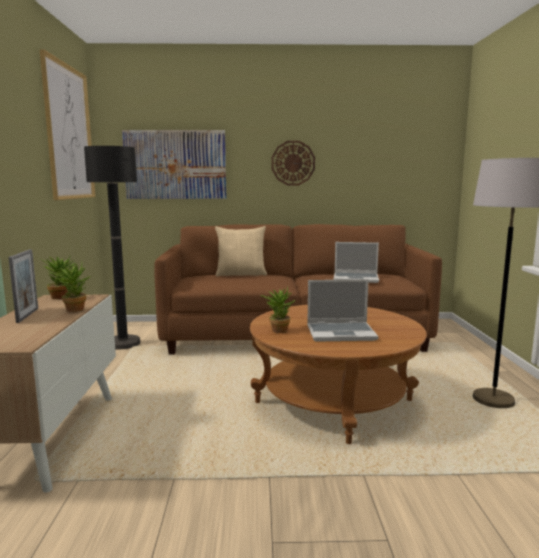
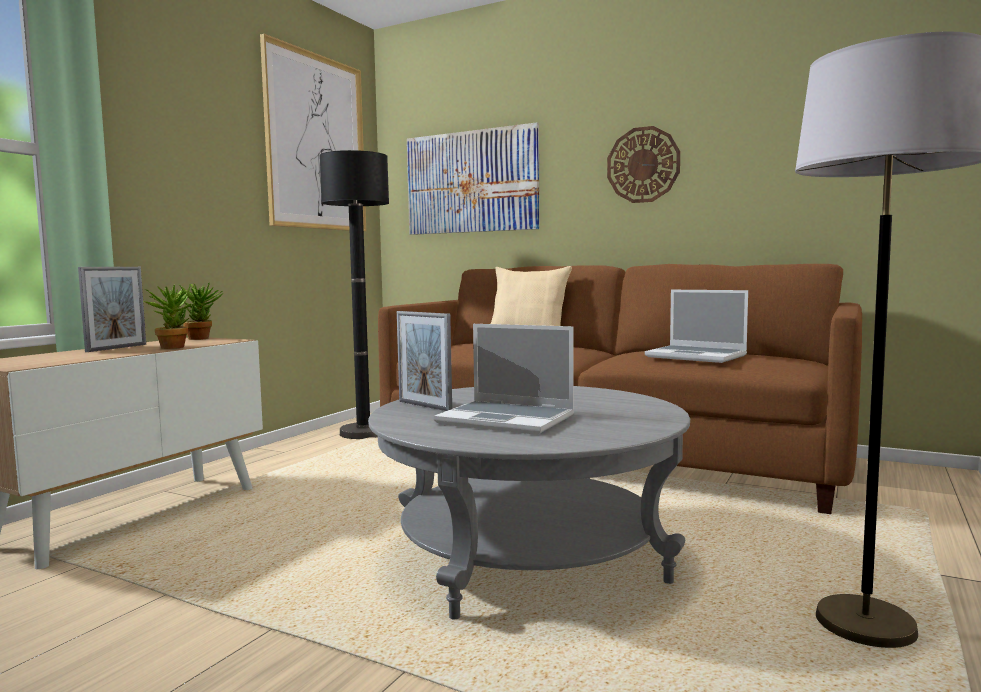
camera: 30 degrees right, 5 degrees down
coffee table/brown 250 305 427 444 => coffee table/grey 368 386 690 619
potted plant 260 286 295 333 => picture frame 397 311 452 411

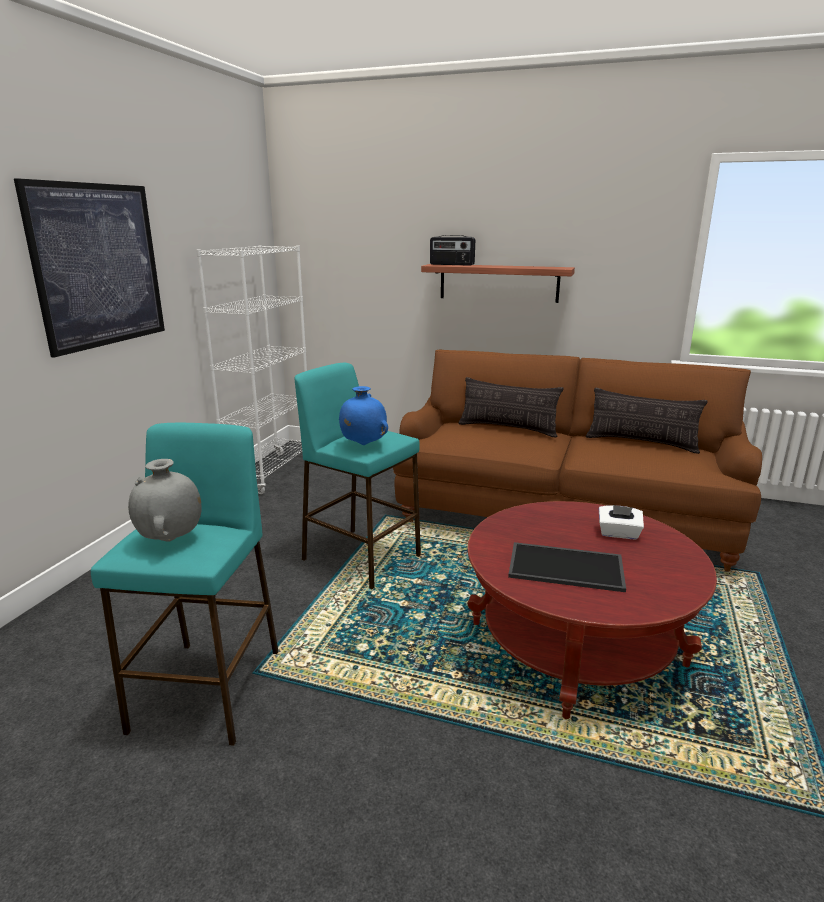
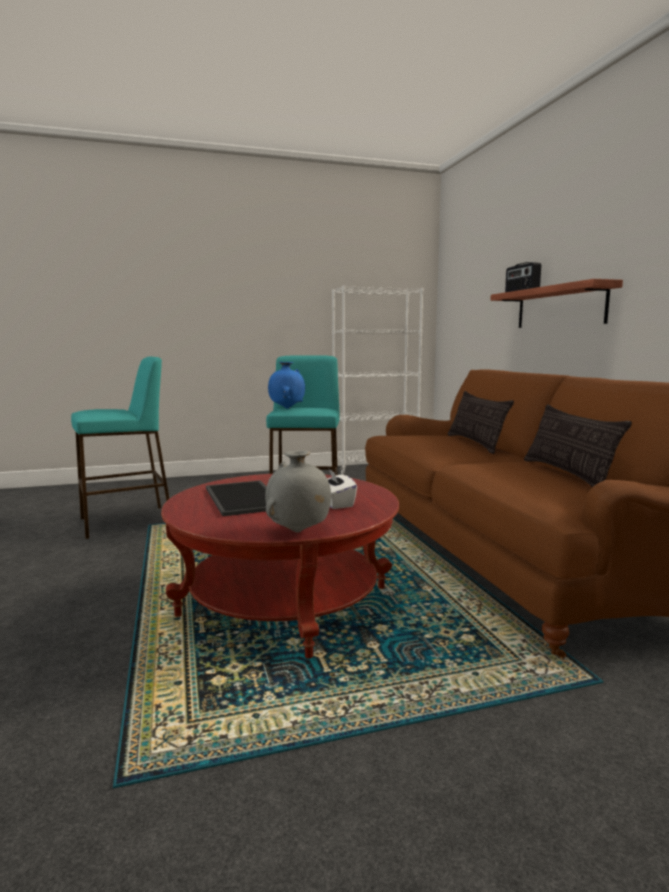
camera: 55 degrees right, 10 degrees down
vase/grey 128 459 202 542 => vase/grey 265 450 331 533, move
picture 14 178 165 357 => nothing

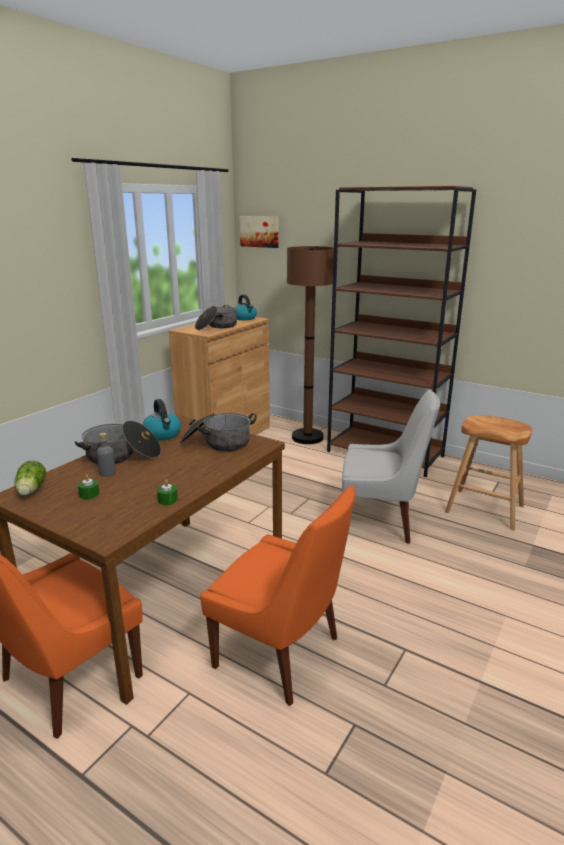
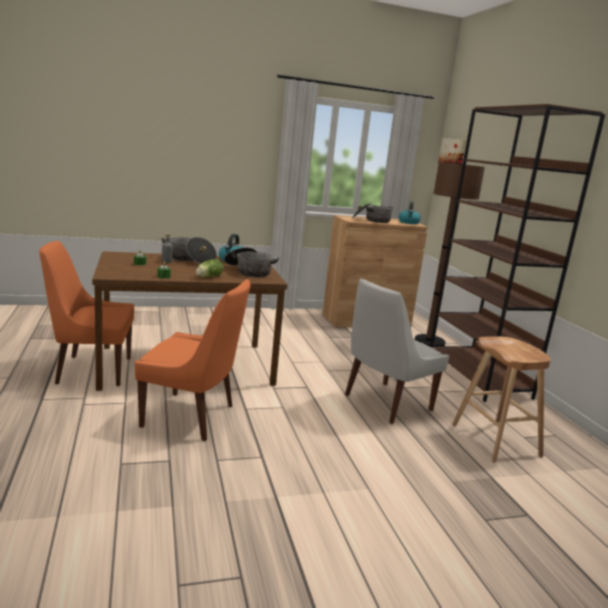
camera: 40 degrees right, 5 degrees down
chair/orange 200 485 355 706 => chair/orange 135 279 250 441, 60 degrees counterclockwise
lettuce 14 461 46 496 => lettuce 196 259 224 277, move
chair/white 342 390 440 544 => chair/white 345 278 449 424, 90 degrees clockwise

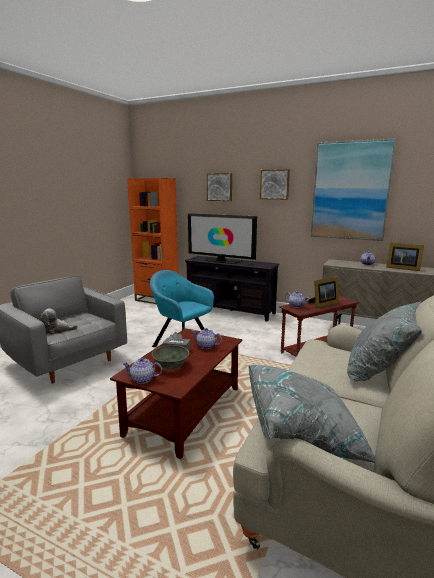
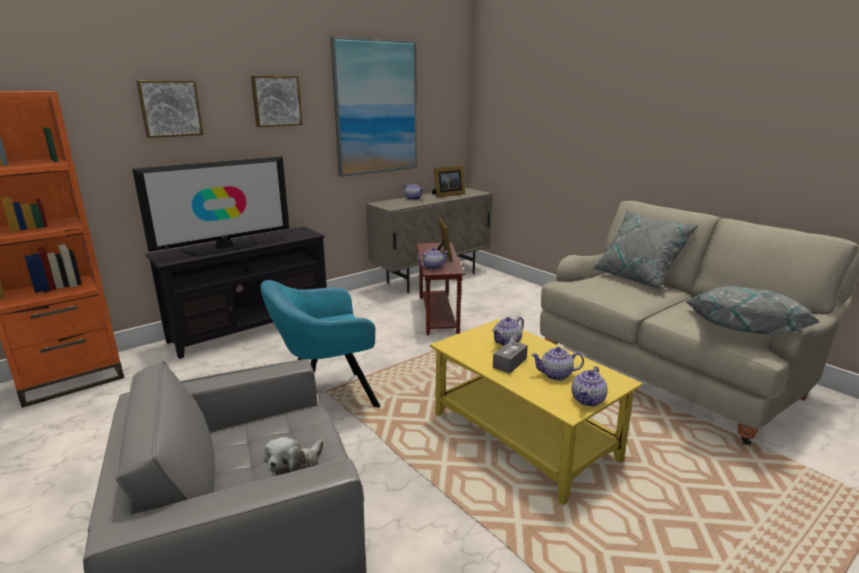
camera: 65 degrees left, 5 degrees up
coffee table/brown 110 328 242 459 => coffee table/yellow 430 319 643 505
bowl/grey 152 345 189 370 => teapot 531 347 584 381

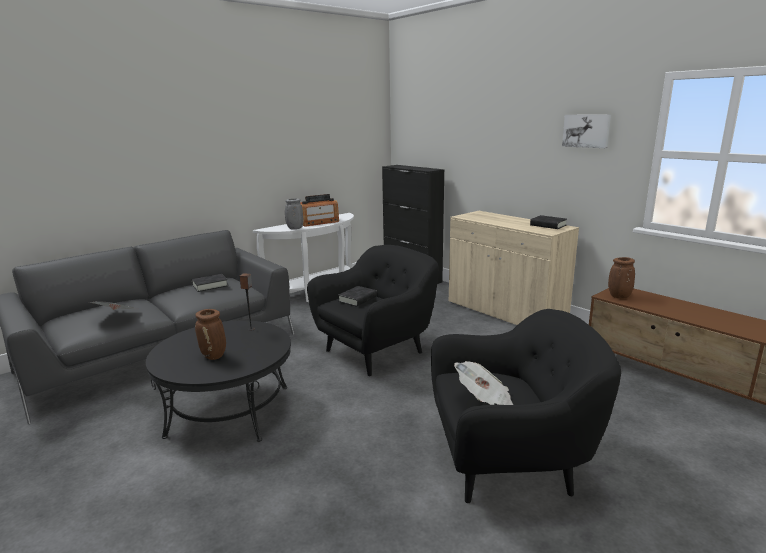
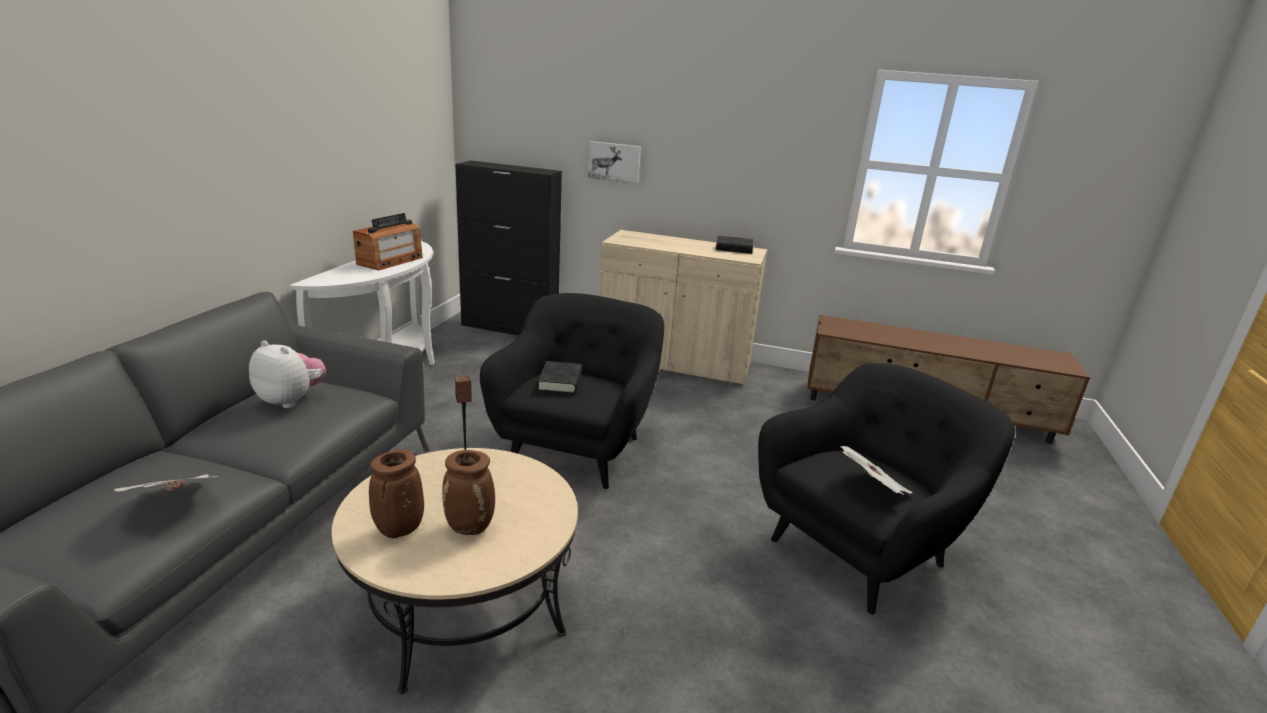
camera: 35 degrees left, 5 degrees up
book/black 192 274 228 292 => plush toy 249 340 326 408
coffee table/black 146 320 291 442 => coffee table/beige 332 448 578 694
vase/brown 608 257 635 298 => vase/brown 369 449 424 538, move
picture 562 114 611 148 => picture 588 141 641 184, move
vase/grey 285 198 304 229 => nothing

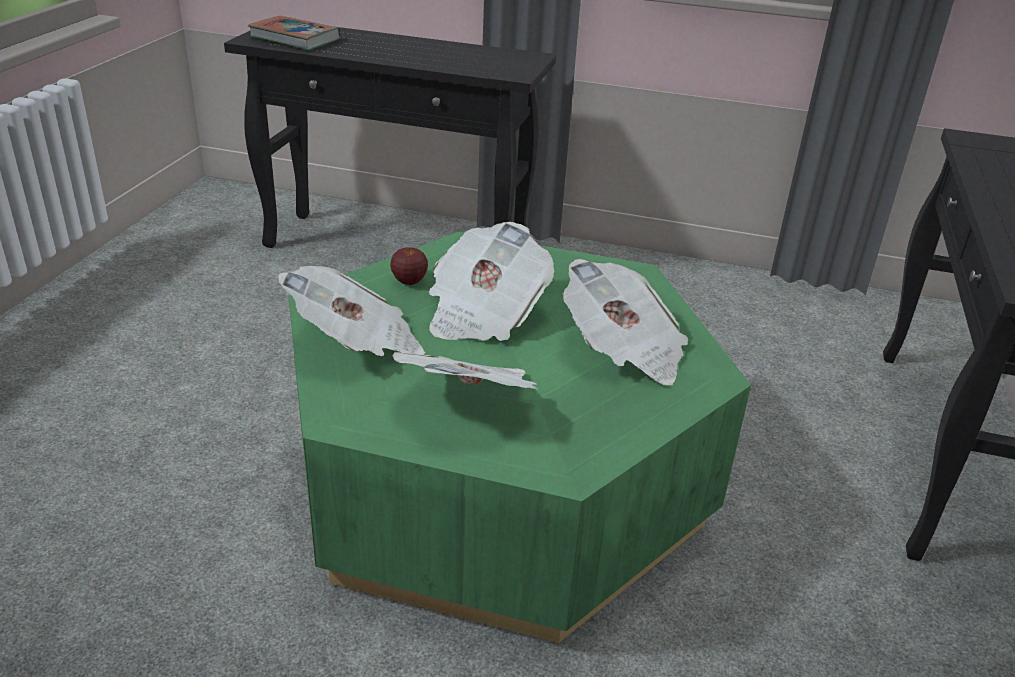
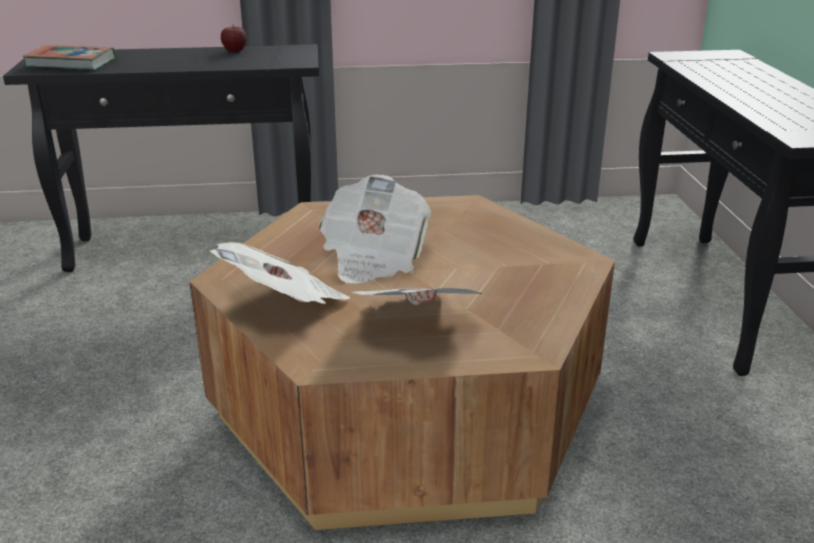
camera: 20 degrees left, 5 degrees down
coffee table/green 289 232 751 643 => coffee table/brown 189 195 615 530
apple 390 247 428 285 => apple 221 27 247 52, move
newspaper 563 259 688 386 => nothing

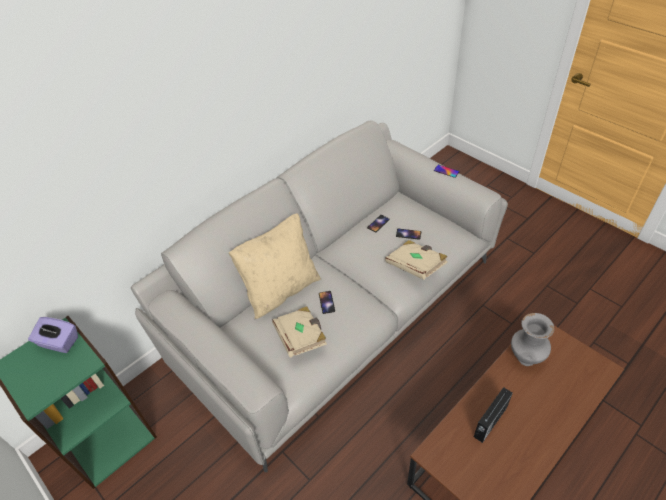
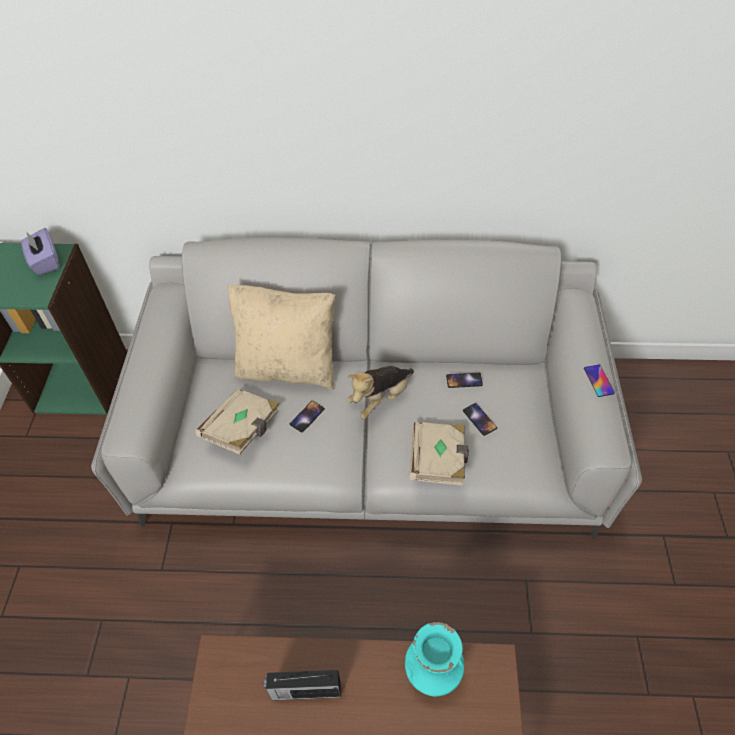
camera: 45 degrees right, 5 degrees up
nothing => plush toy 347 366 414 419
vase/grey 511 313 554 366 => vase/turquoise 405 622 464 697

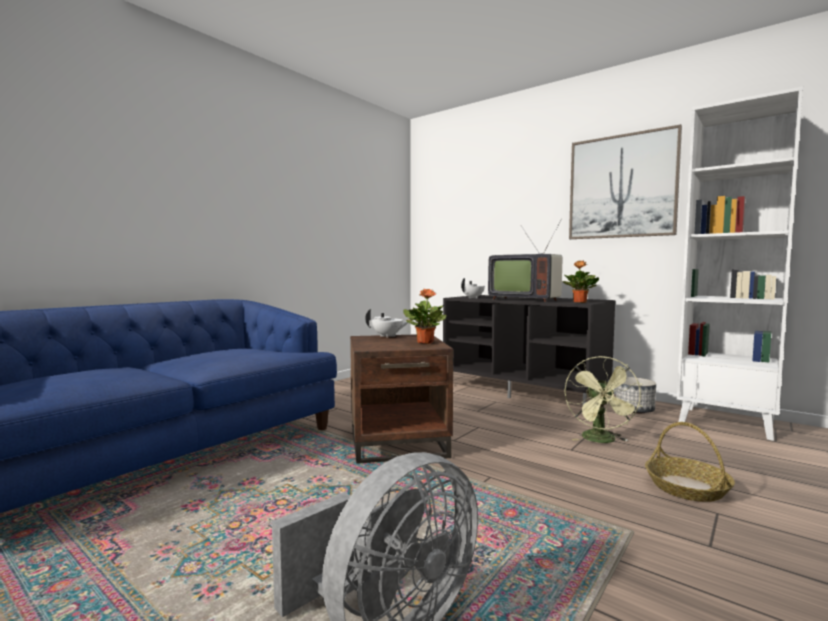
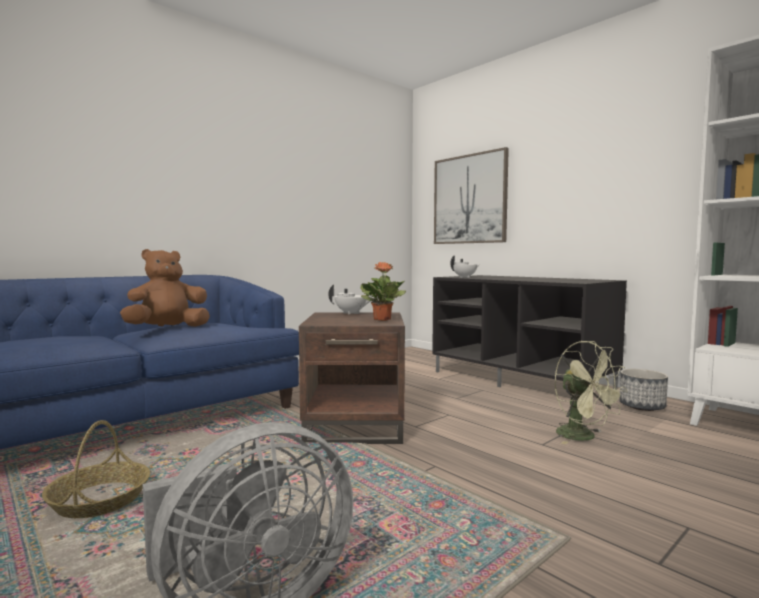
camera: 10 degrees right, 0 degrees up
basket 645 422 735 502 => basket 42 420 150 518, move
nothing => plush toy/brown 120 249 210 327
picture 569 124 682 239 => picture 434 147 509 244, move
fan/green 565 356 643 443 => fan/green 555 341 628 445, 45 degrees counterclockwise
television 488 220 562 302 => nothing
potted plant 563 261 599 303 => nothing

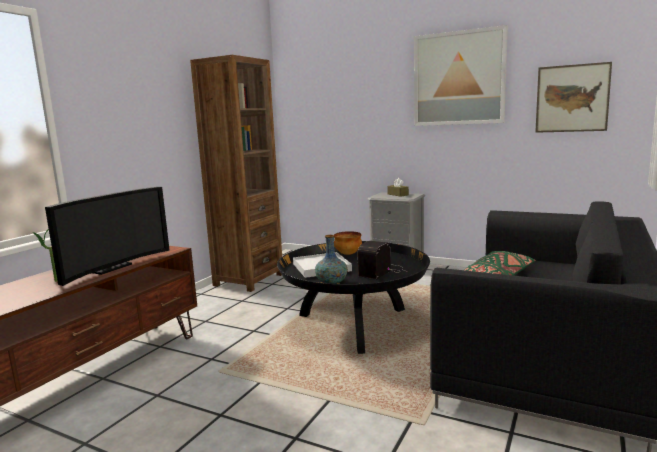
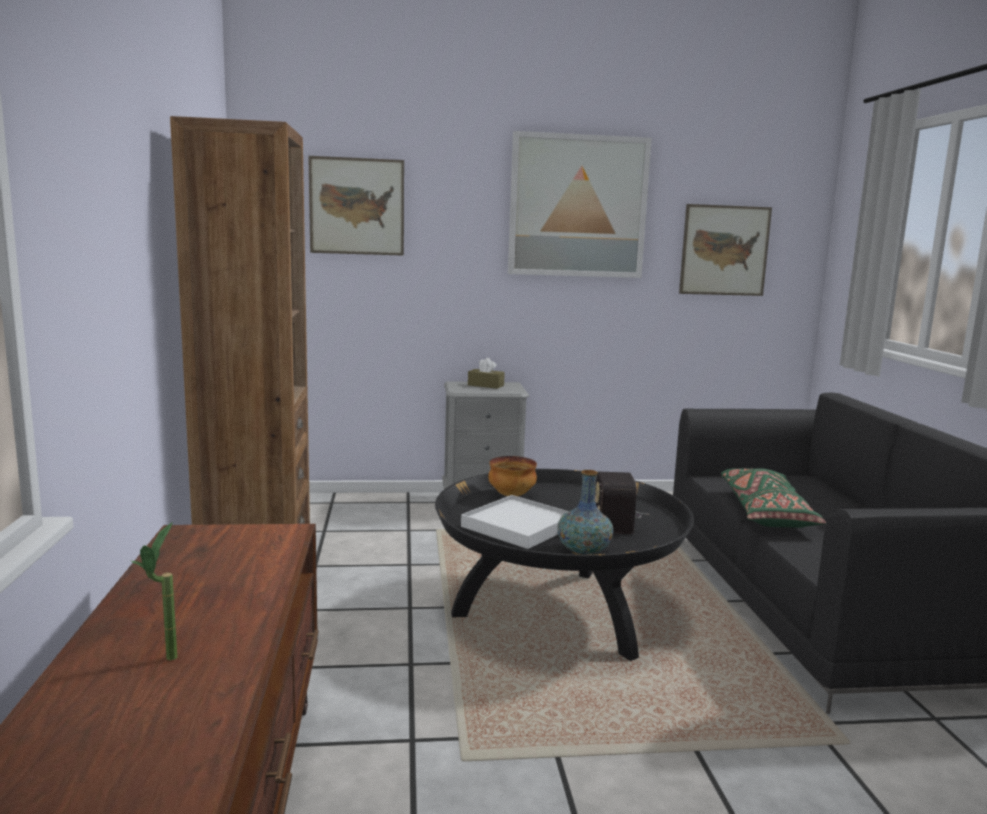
camera: 35 degrees left, 0 degrees up
nothing => picture 308 156 404 256
television 45 187 170 286 => nothing

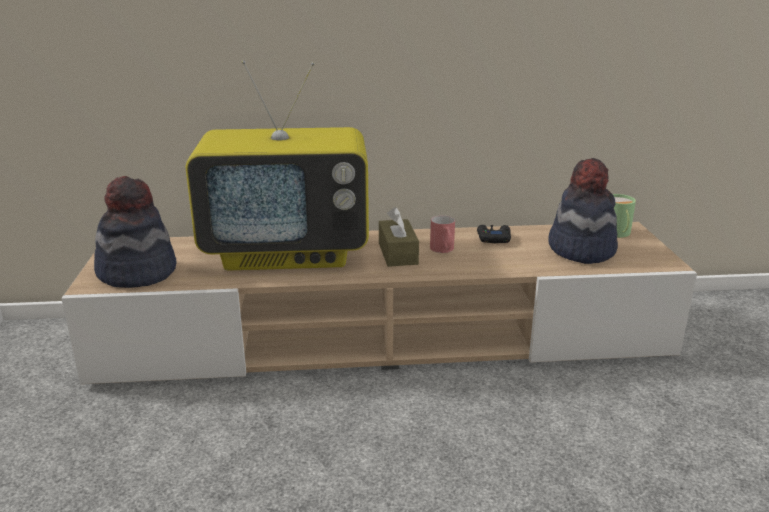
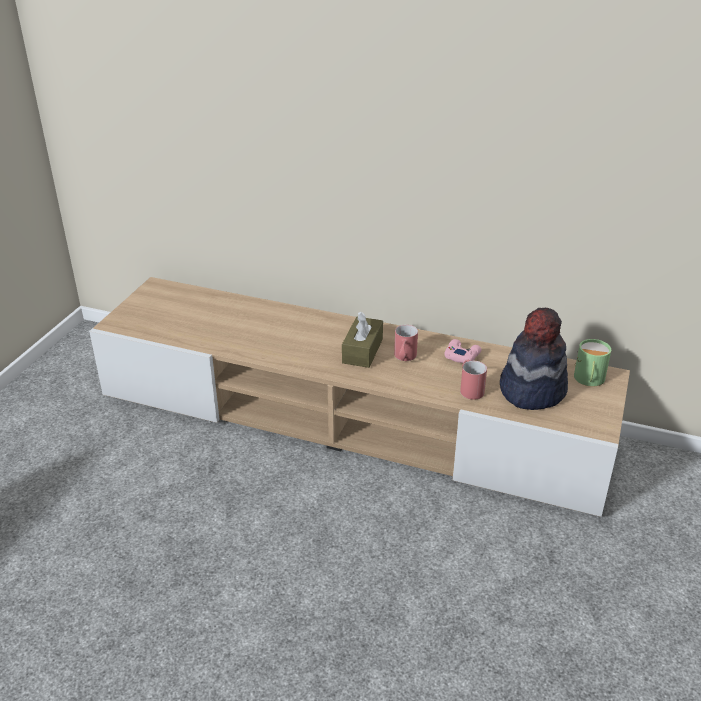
camera: 25 degrees right, 10 degrees up
game controller/black 477 225 511 243 => game controller/pink 444 339 482 363
nothing => mug/red 460 360 487 400
hat 94 176 176 288 => nothing
television 186 60 369 271 => nothing

